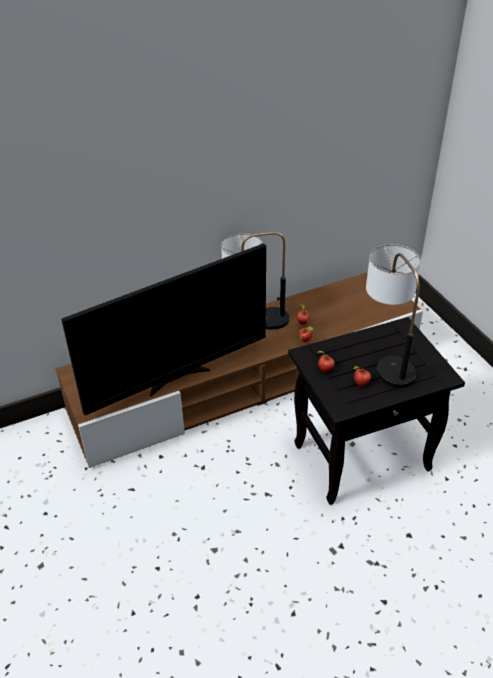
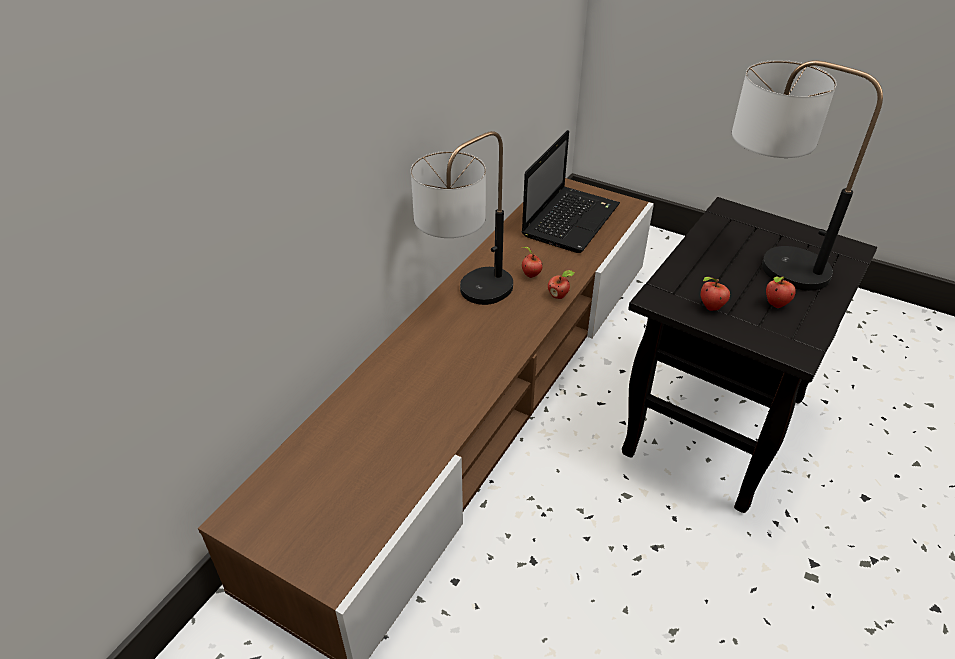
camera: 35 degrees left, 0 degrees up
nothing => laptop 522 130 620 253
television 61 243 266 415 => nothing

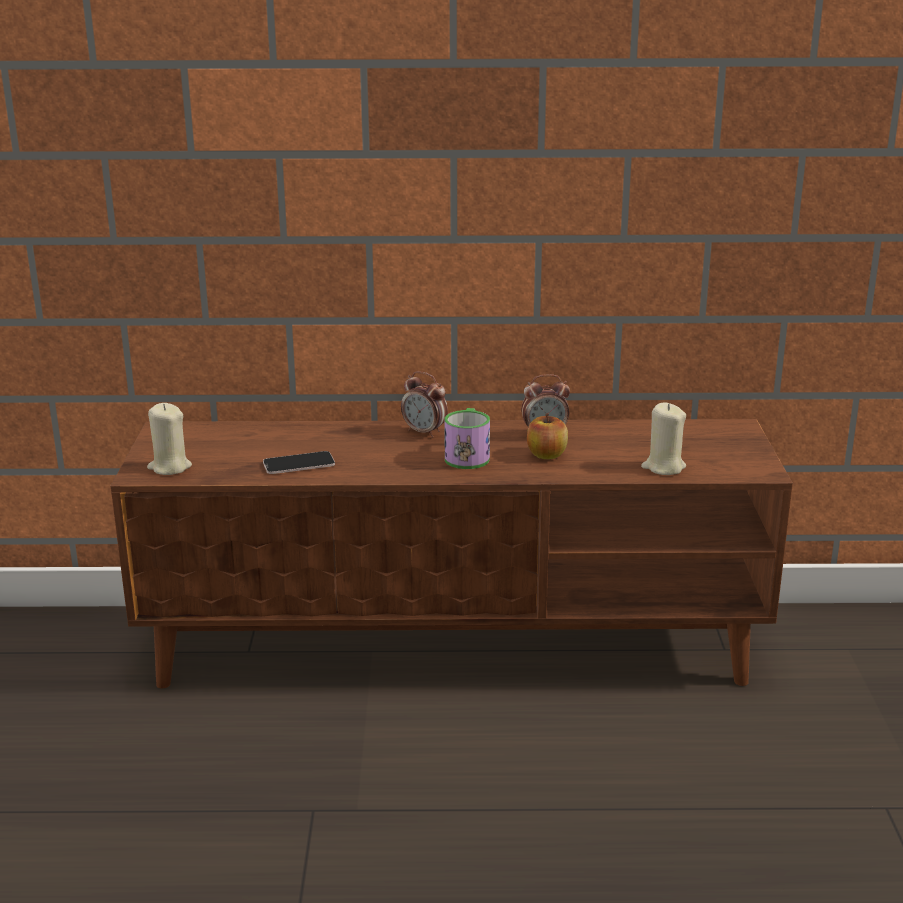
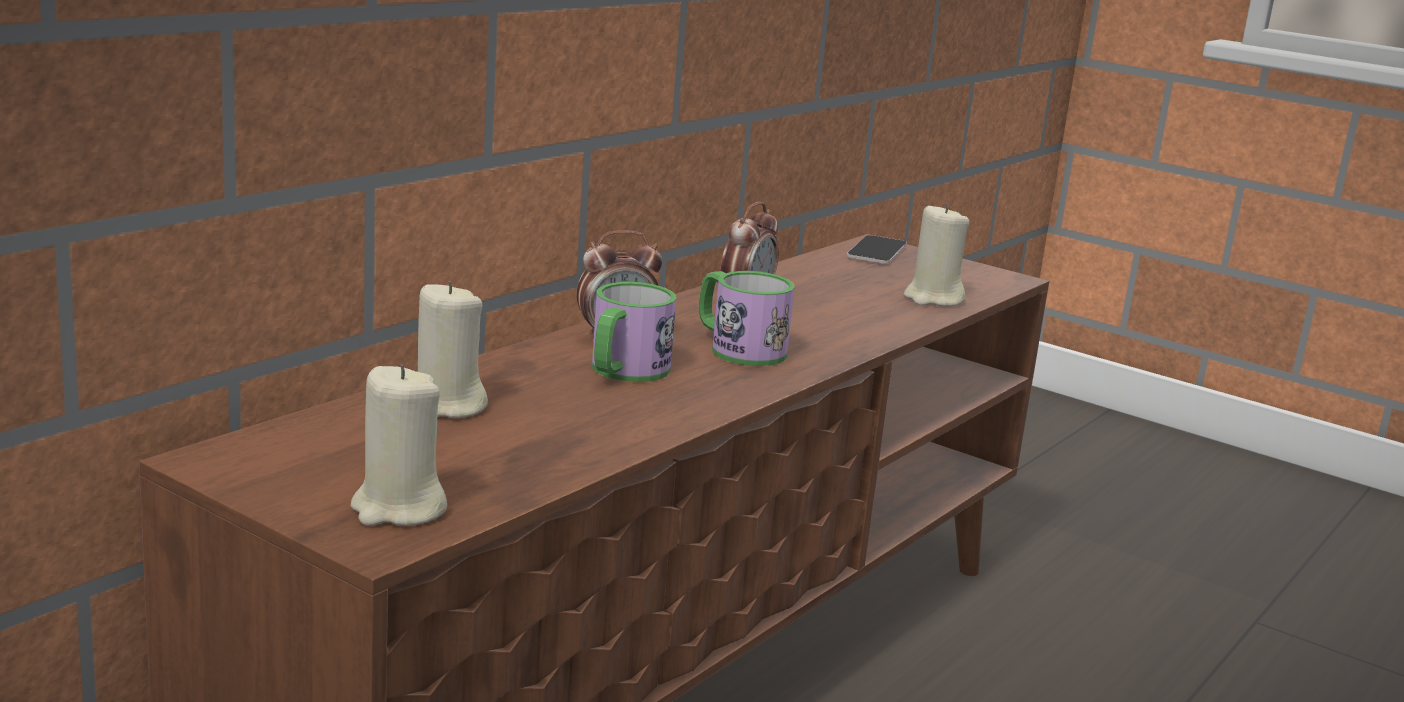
camera: 55 degrees left, 5 degrees down
nothing => candle/beige 418 281 488 418
nothing => mug 592 282 676 382
phone 263 451 335 474 => phone 847 235 907 264, move
apple 527 414 568 460 => nothing

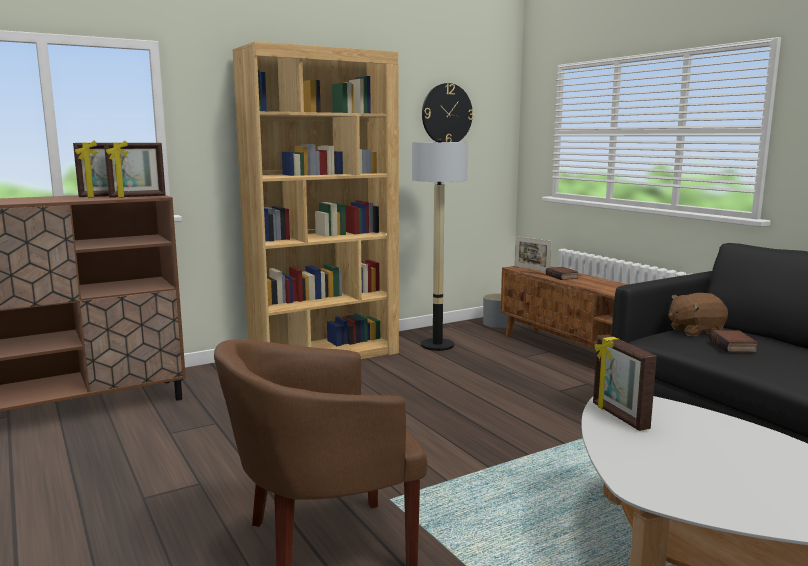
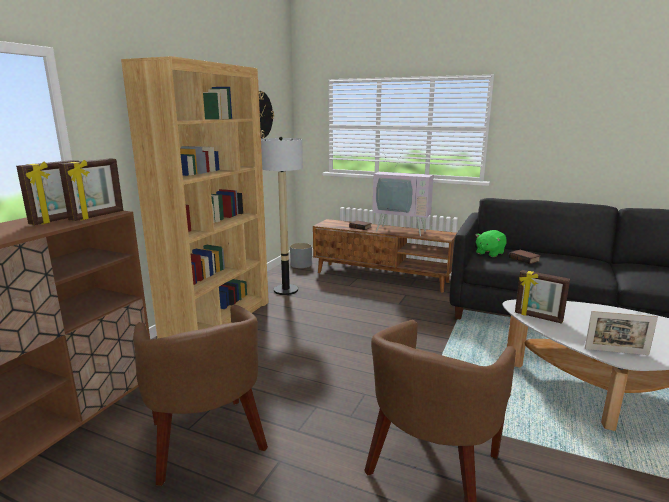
camera: 35 degrees left, 5 degrees up
nothing => armchair/brown 133 305 268 486
nothing => television 372 148 434 236
plush toy/brown 668 293 728 336 => plush toy/green 475 230 506 257
picture frame 515 236 552 272 => picture frame 584 311 658 355, move

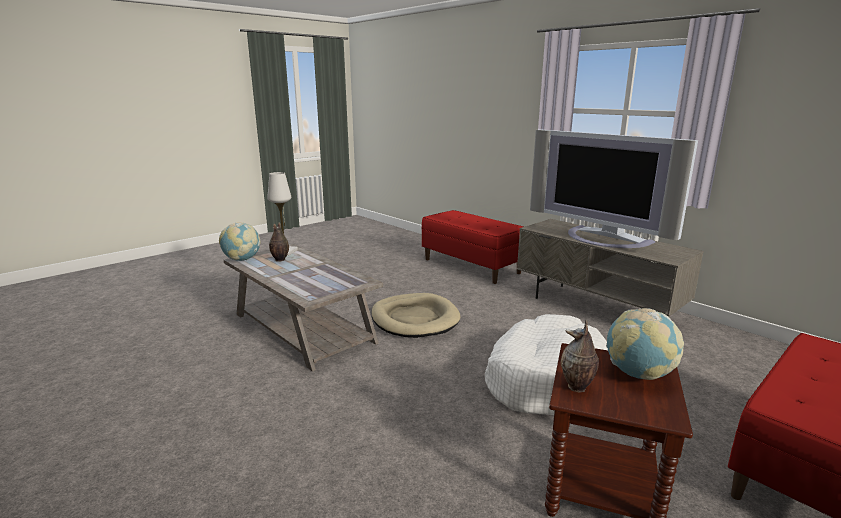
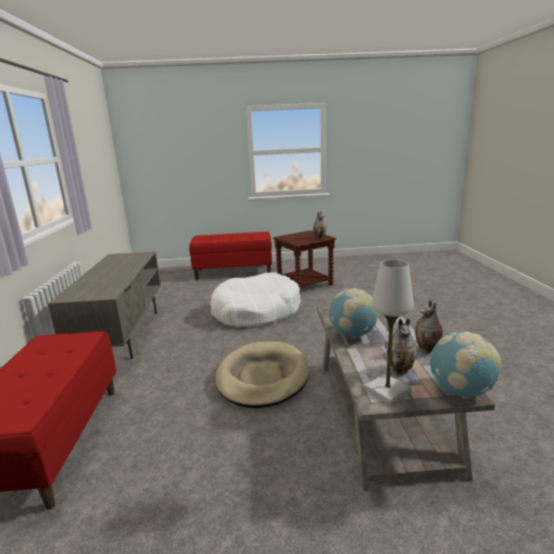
camera: 140 degrees left, 0 degrees up
globe 606 308 684 380 => globe 329 288 379 338, move
nothing => vase 415 300 443 354
television 530 129 698 248 => nothing

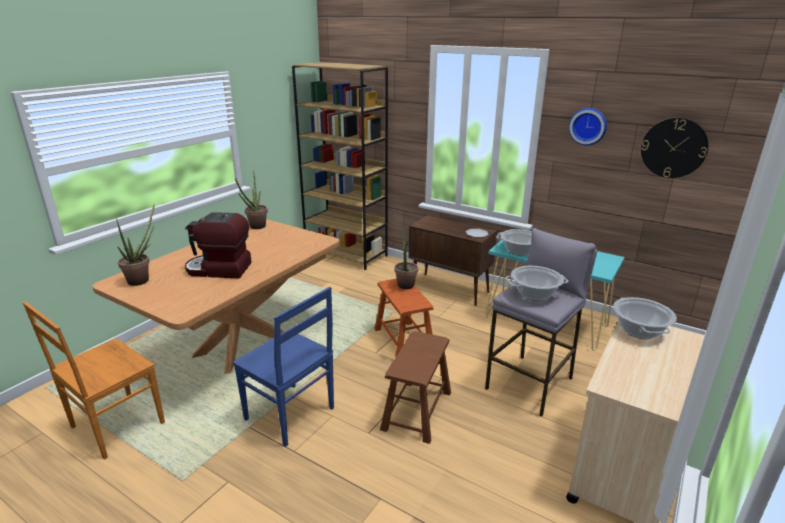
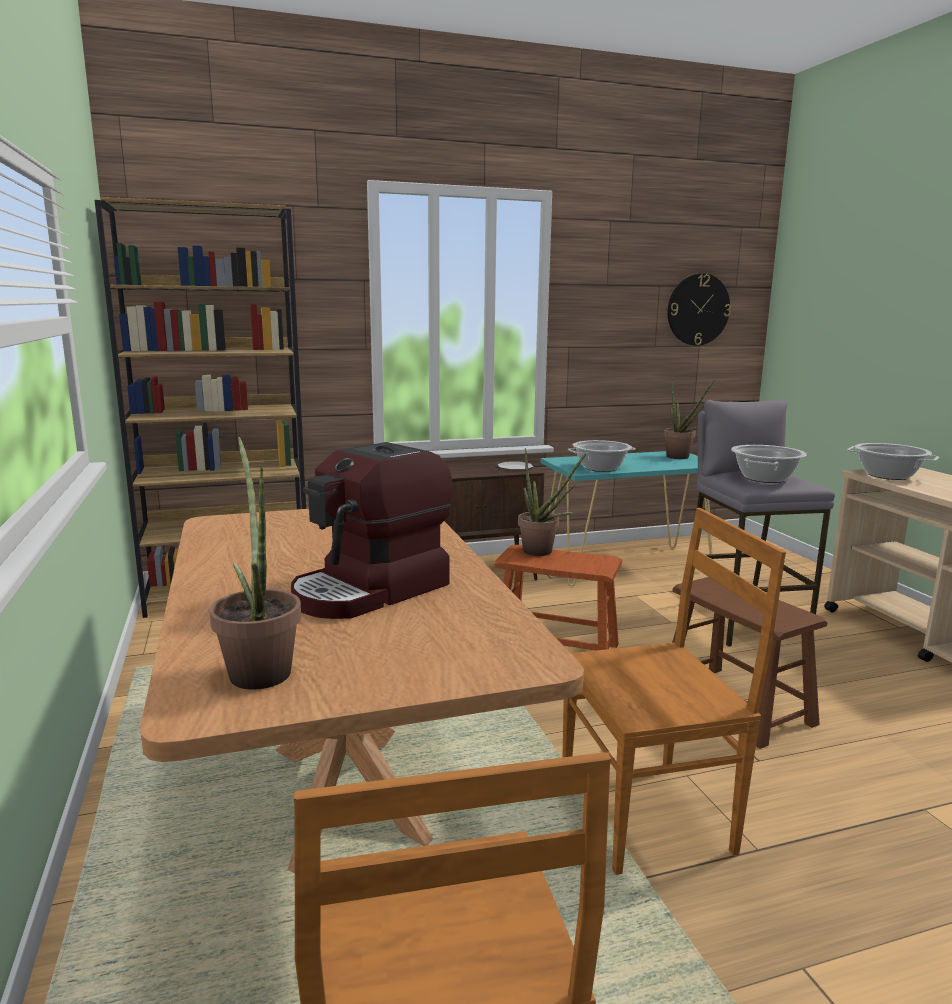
camera: 50 degrees left, 10 degrees down
chair/blue 233 287 334 447 => chair/brown 562 508 786 875
potted plant 235 170 268 229 => potted plant 664 377 715 459, move
wall clock 569 108 607 145 => nothing

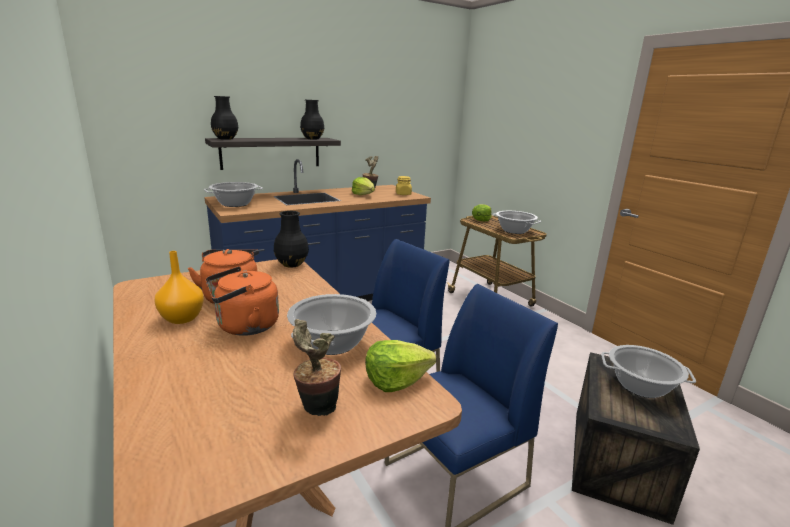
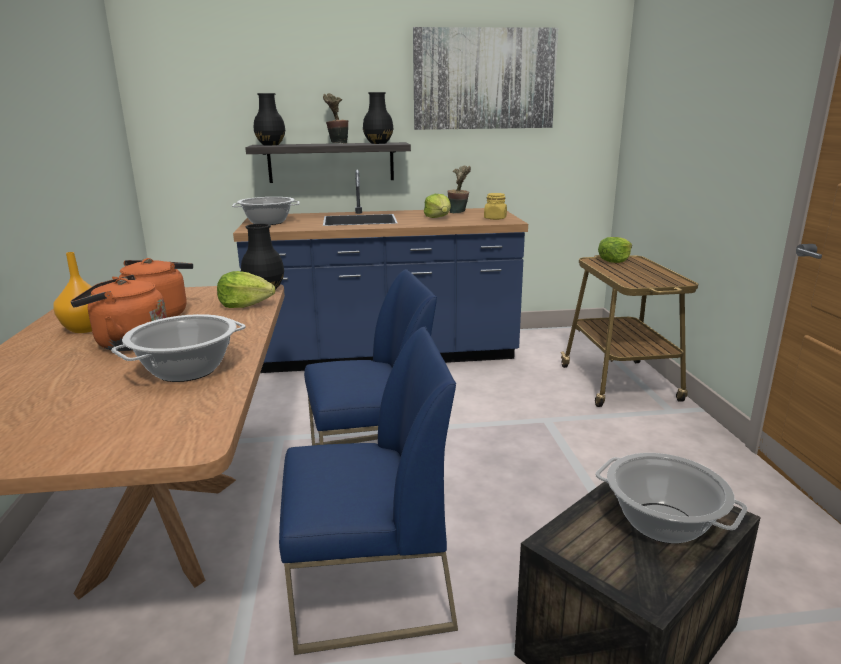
camera: 25 degrees right, 0 degrees up
lettuce 365 340 436 392 => lettuce 217 271 276 308, move
potted plant 293 319 341 416 => potted plant 323 93 349 144, move
nothing => picture 413 27 559 130
cooking pot 493 211 541 234 => nothing

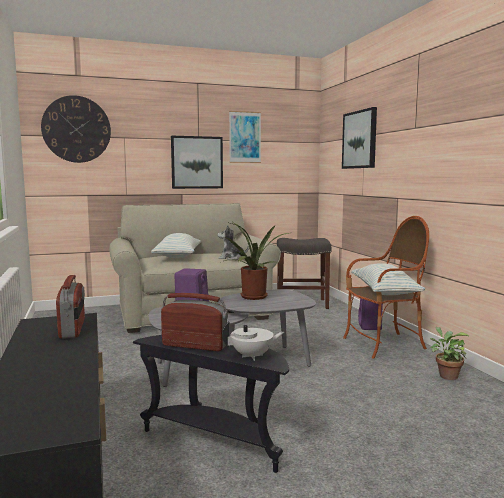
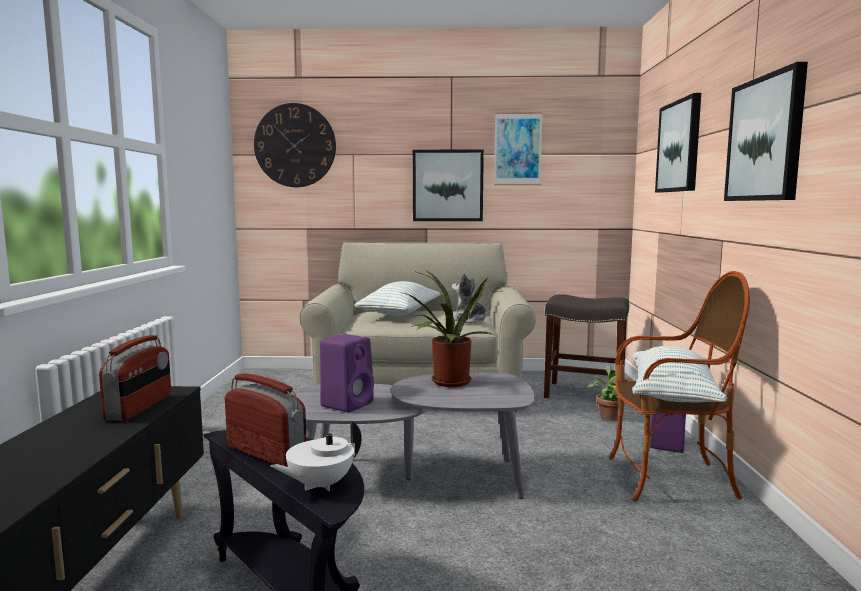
camera: 20 degrees right, 0 degrees up
teapot/white 222 321 284 361 => teapot/white 270 421 362 491, 135 degrees clockwise
potted plant 430 327 470 380 => potted plant 588 365 619 421, move
nothing => picture 724 62 808 201

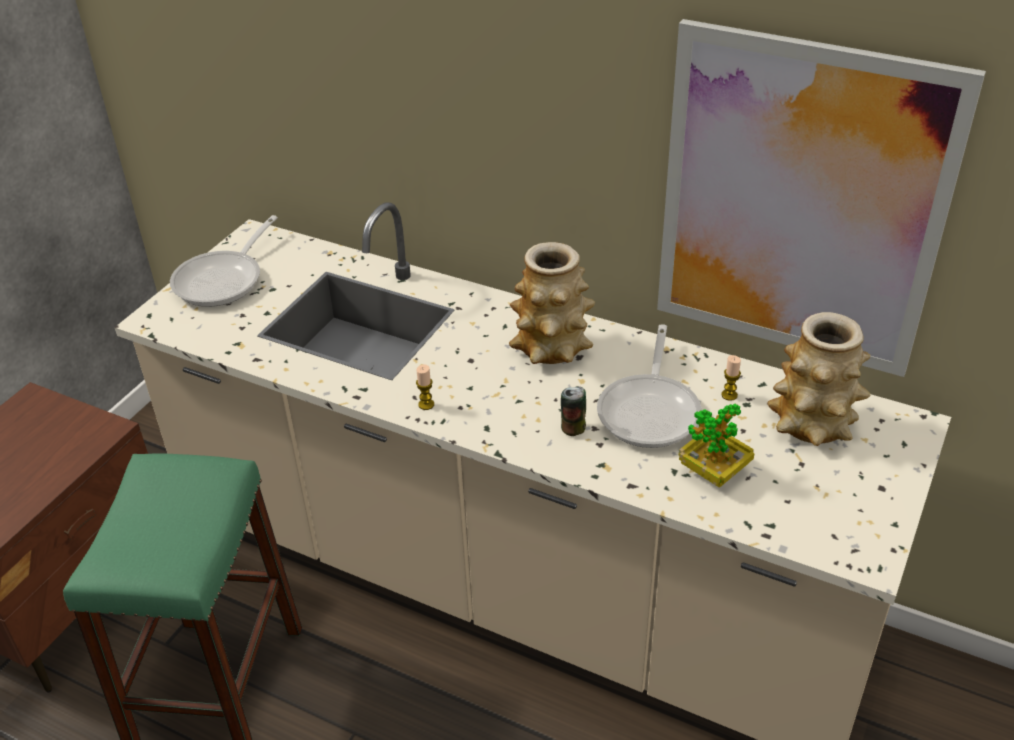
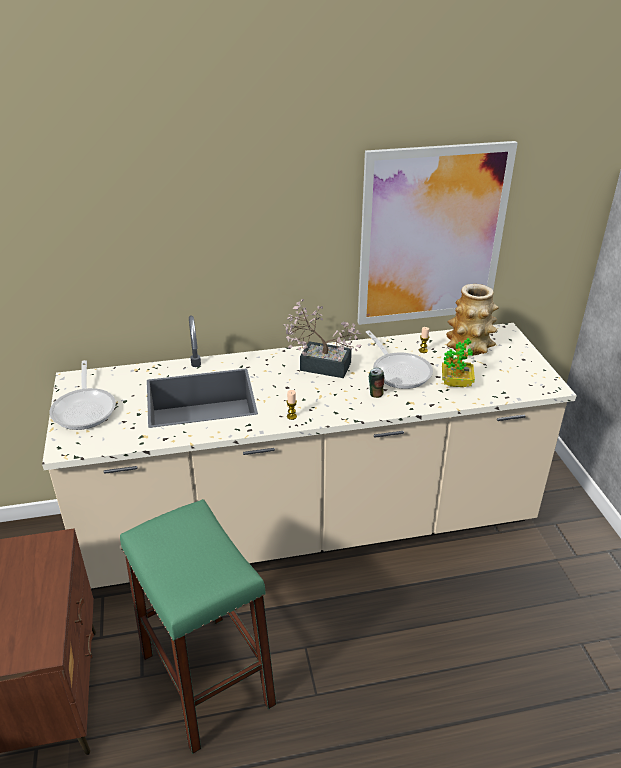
camera: 40 degrees left, 5 degrees down
vase 509 242 595 364 => potted plant 284 299 362 378

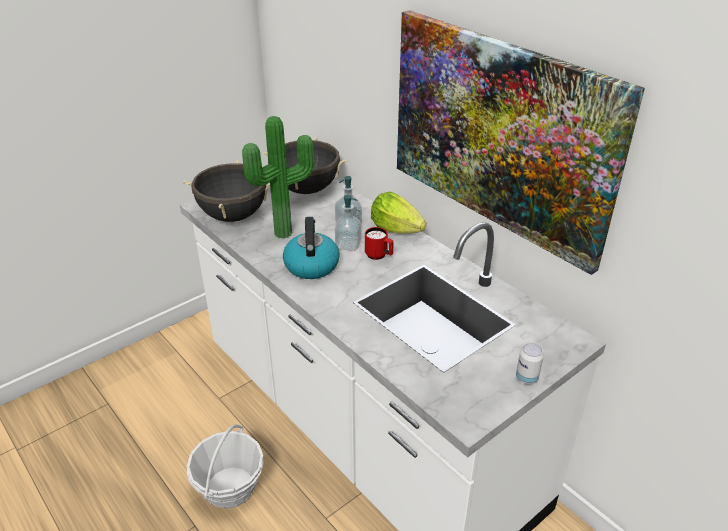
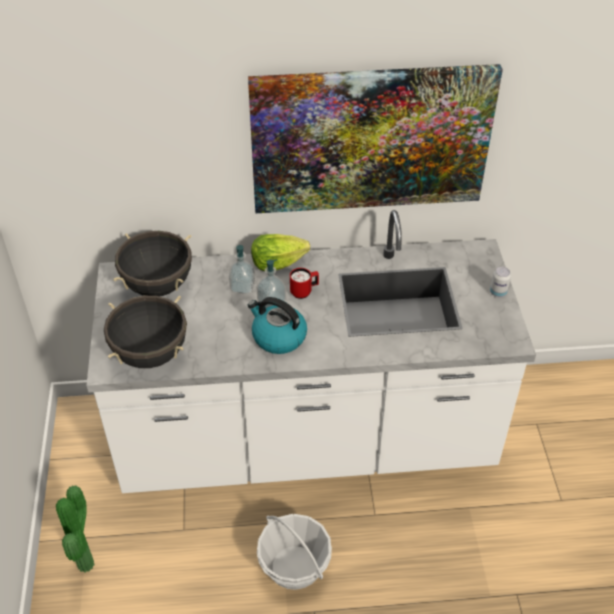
camera: 55 degrees left, 10 degrees up
potted plant 242 116 314 239 => potted plant 56 485 95 573, move

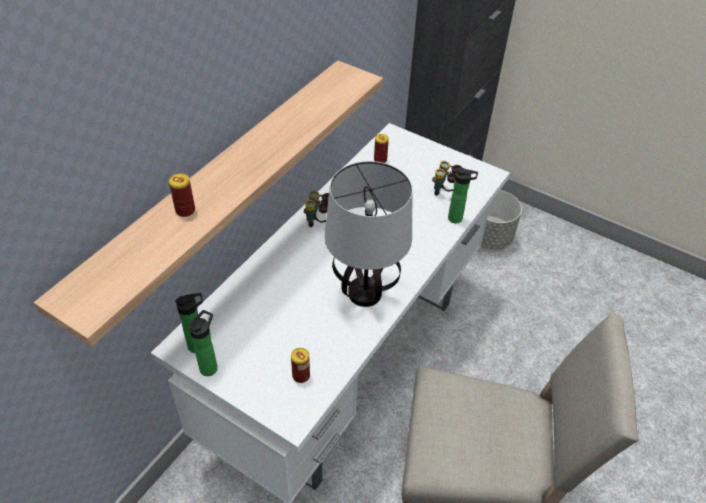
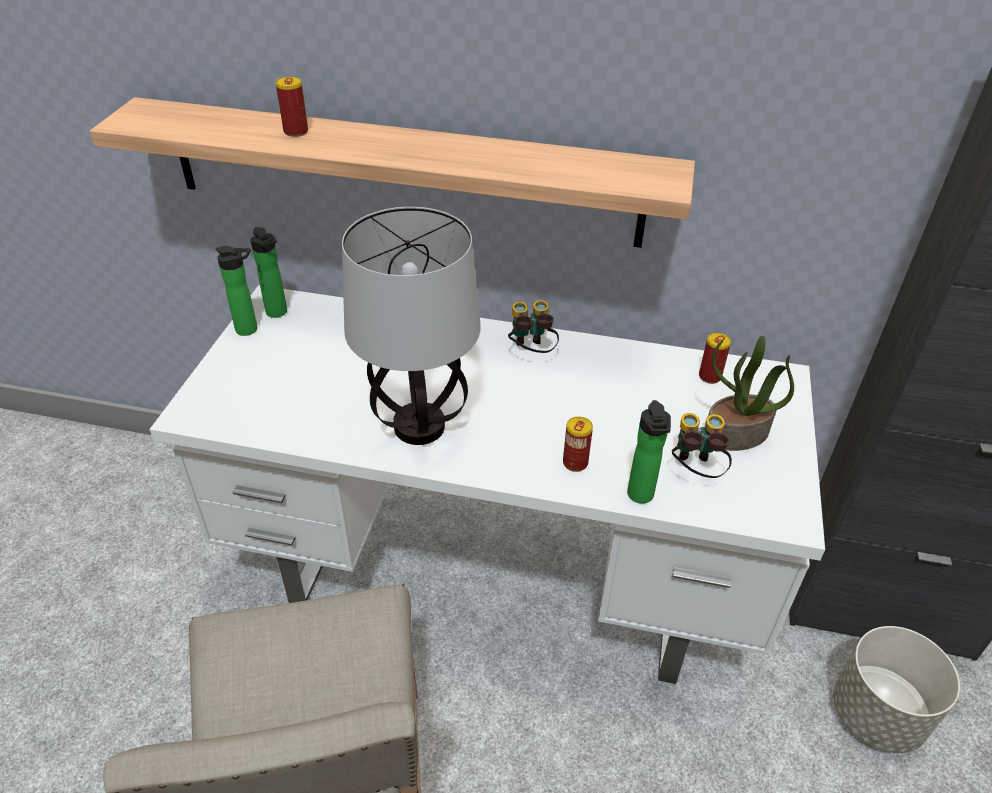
camera: 70 degrees right, 5 degrees down
can 291 348 310 383 => can 563 416 593 472, move
nothing => potted plant 708 336 794 451

